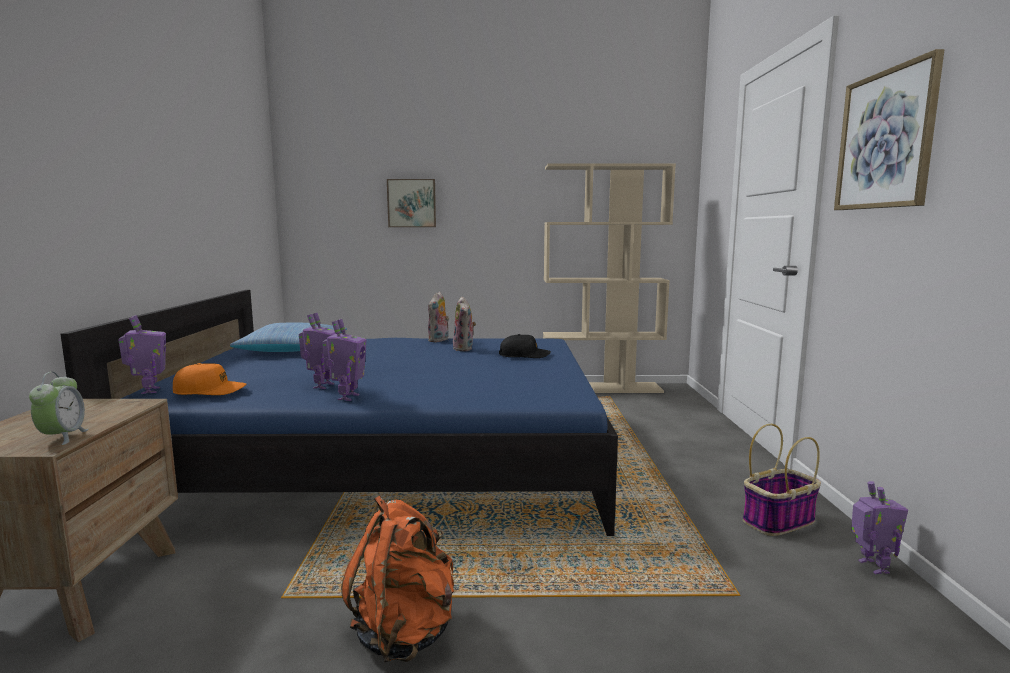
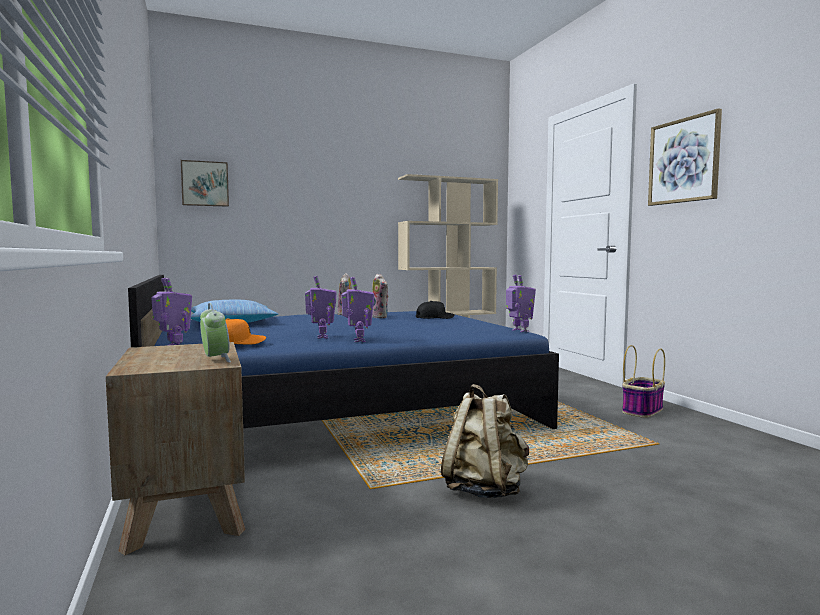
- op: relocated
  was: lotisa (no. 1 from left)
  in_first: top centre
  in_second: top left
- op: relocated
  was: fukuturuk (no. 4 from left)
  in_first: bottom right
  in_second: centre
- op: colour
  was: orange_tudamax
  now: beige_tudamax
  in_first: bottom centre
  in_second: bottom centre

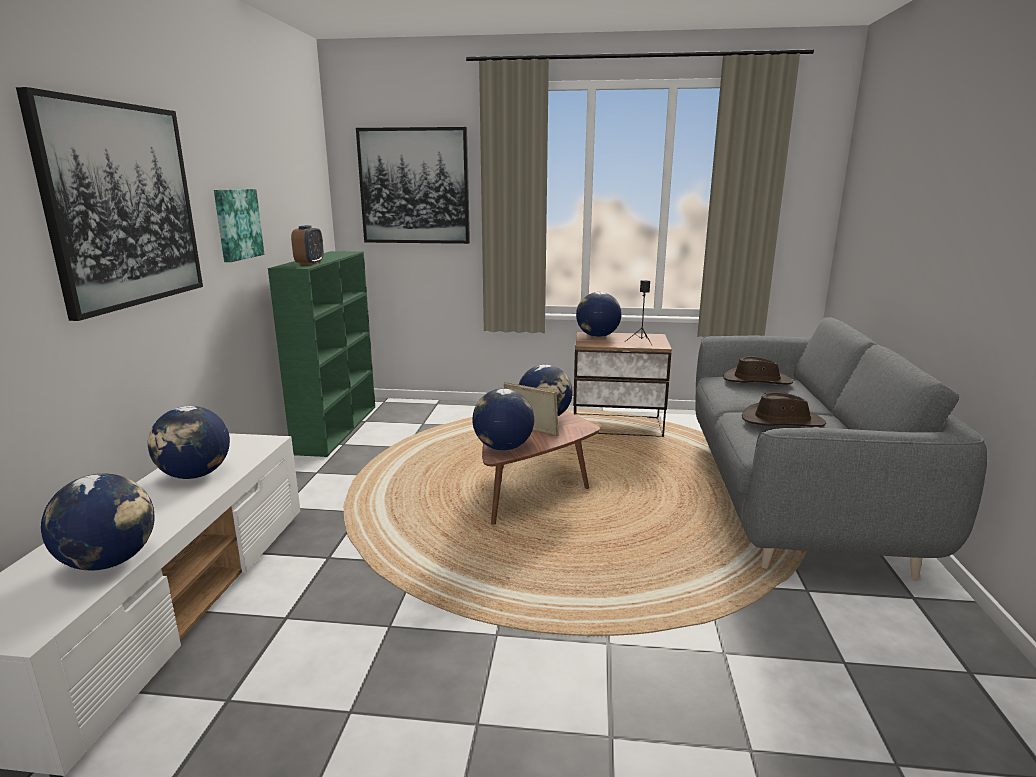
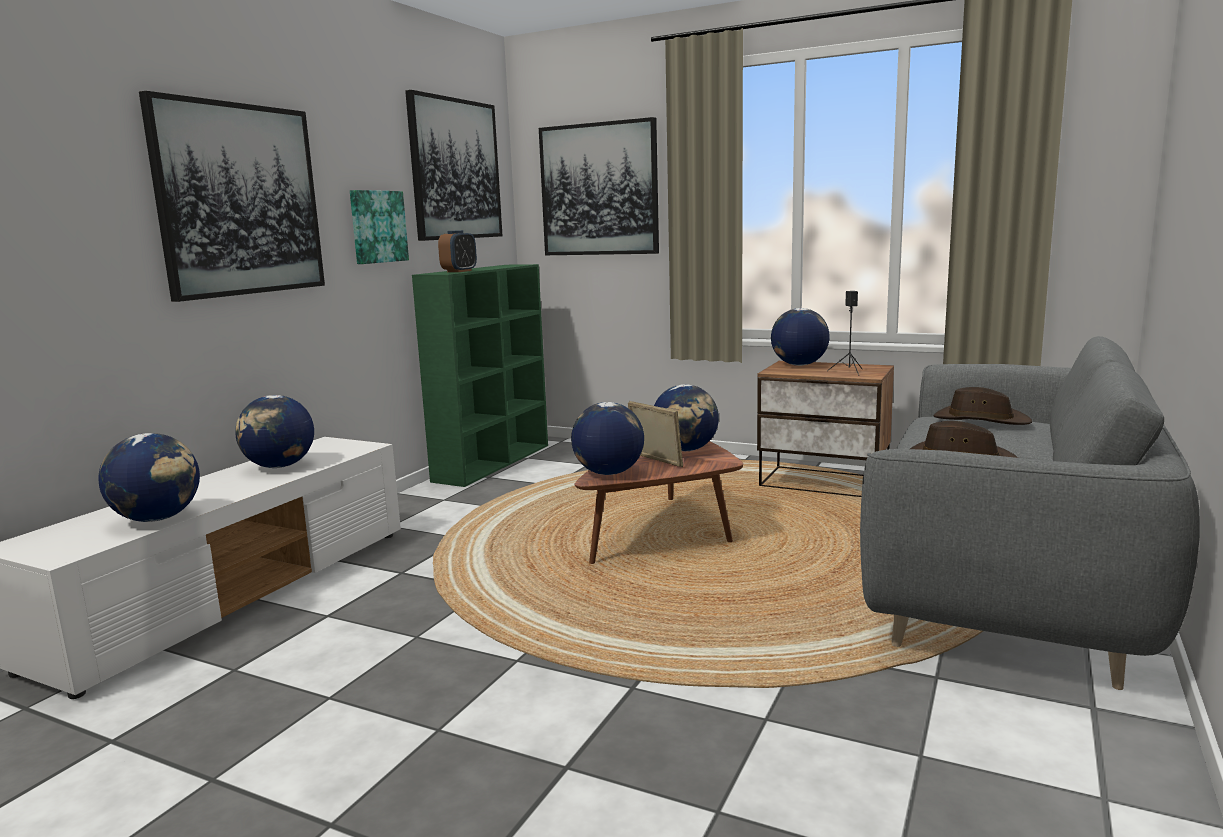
- op: appeared
  now: lotisa (no. 3 from left)
  in_second: top centre

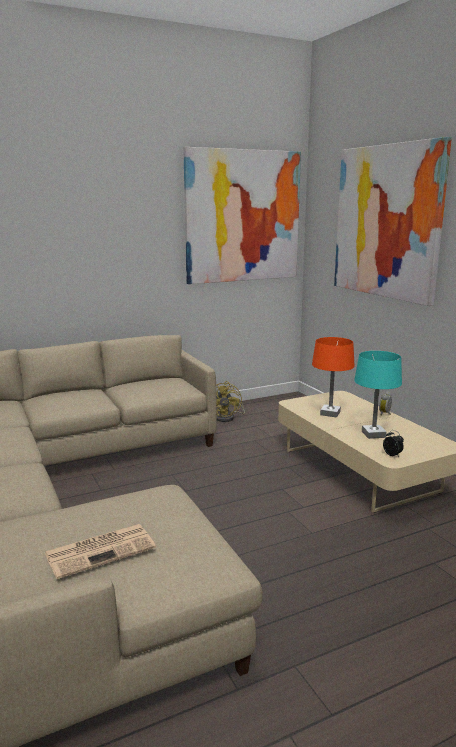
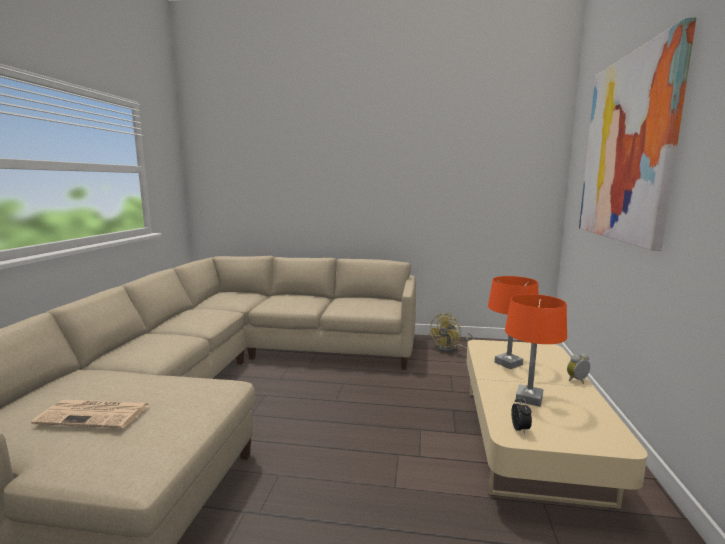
- op: missing
  was: lotisa (no. 1 from left)
  in_first: top centre
- op: colour
  was: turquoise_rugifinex
  now: orange_rugifinex (no. 2 from left)
  in_first: middle right
  in_second: middle right

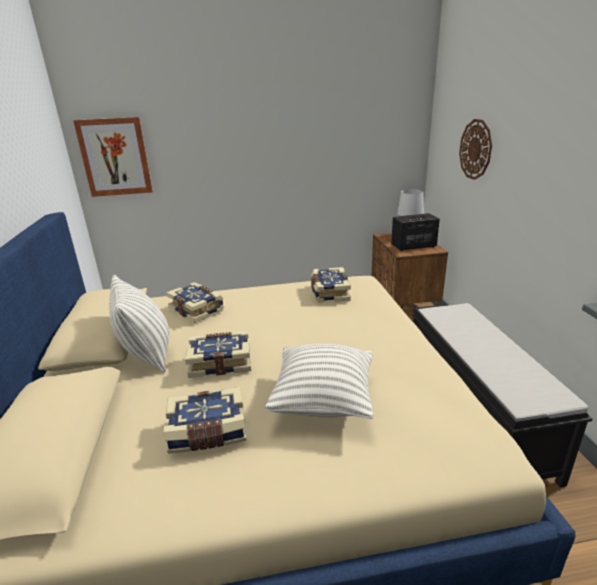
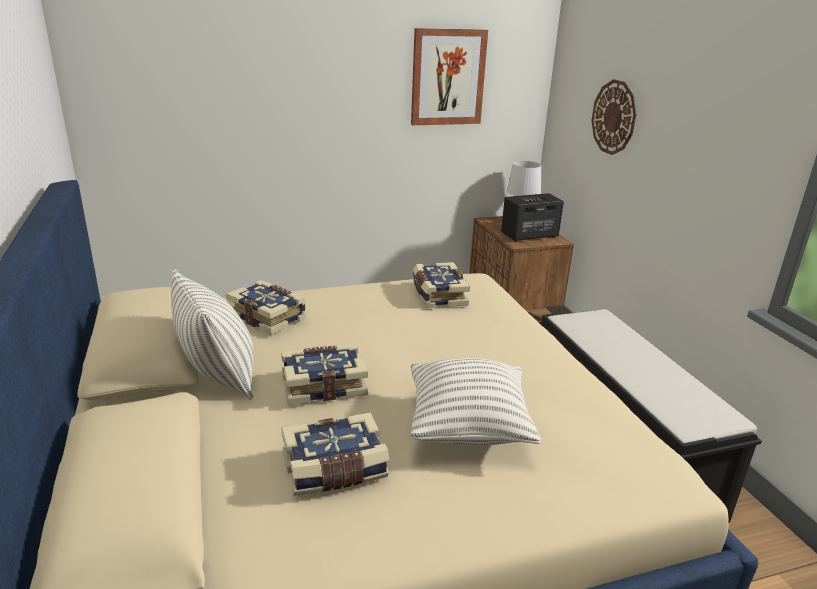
- op: relocated
  was: lotisa
  in_first: top left
  in_second: top centre

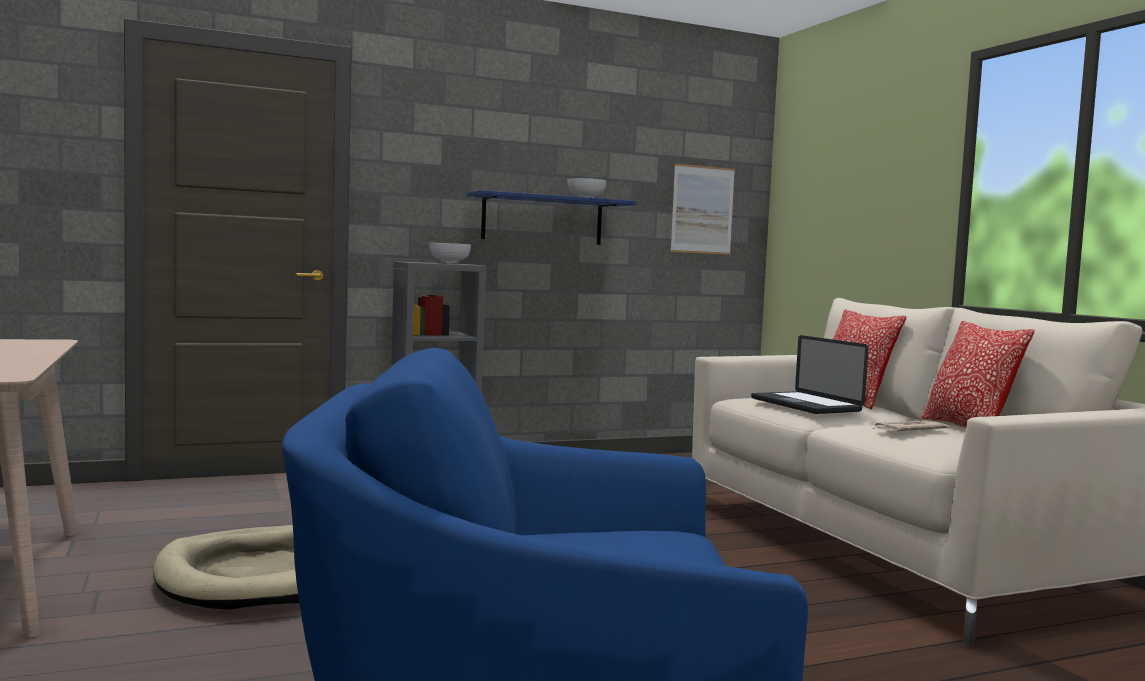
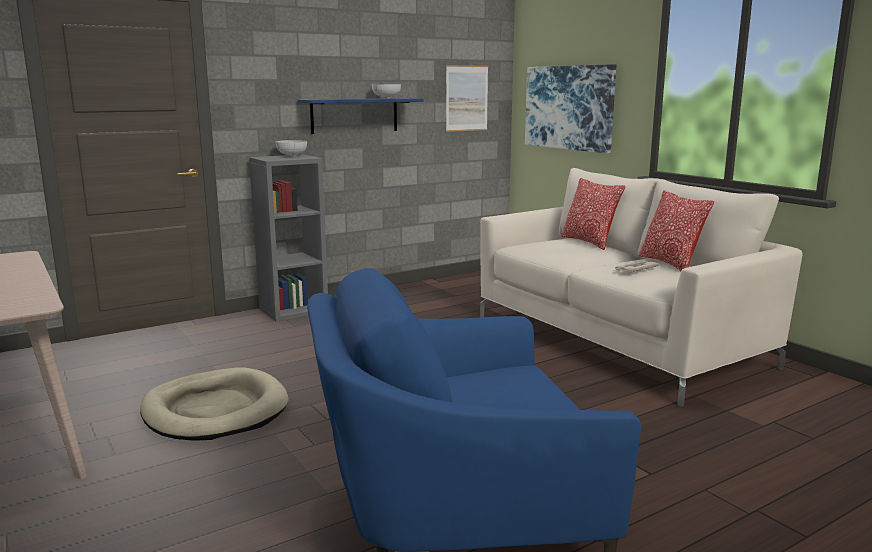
- op: missing
  was: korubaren
  in_first: middle right
- op: appeared
  now: lotisa (no. 2 from left)
  in_second: top centre

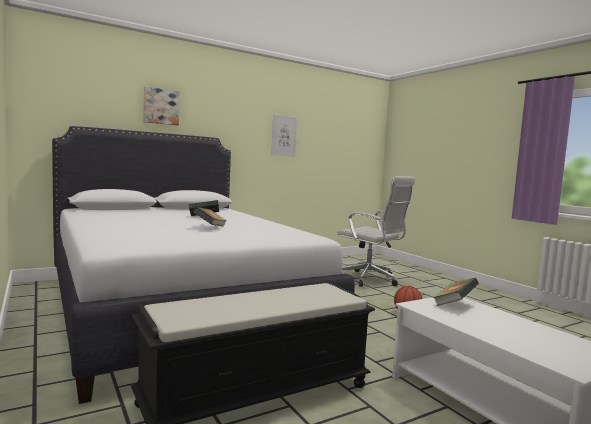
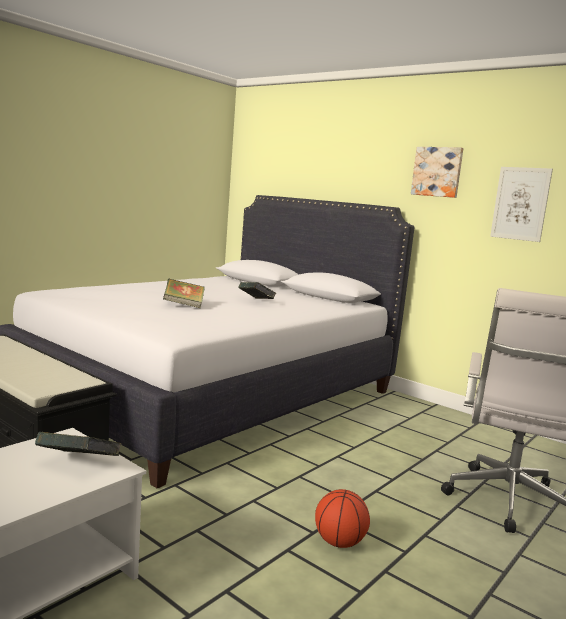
- op: relocated
  was: lotisa (no. 1 from left)
  in_first: top left
  in_second: top right

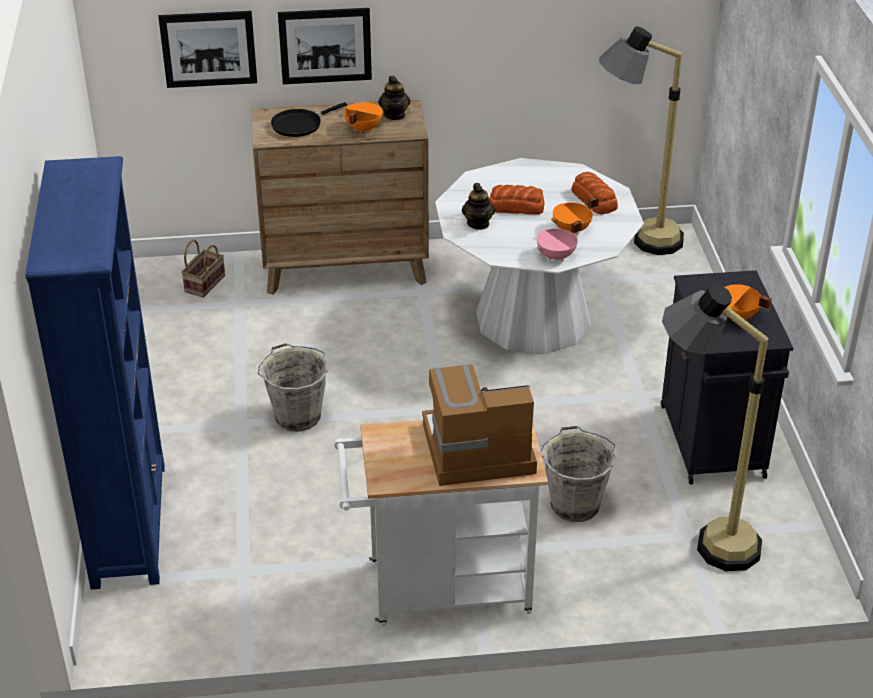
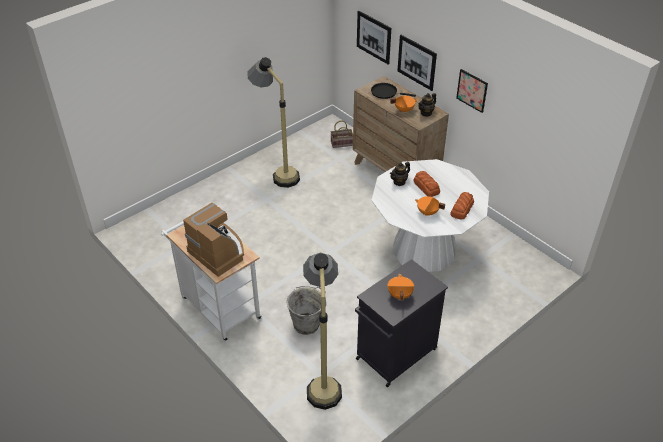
- op: missing
  was: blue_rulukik
  in_first: middle left
- op: missing
  was: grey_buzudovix (no. 1 from left)
  in_first: centre
- op: missing
  was: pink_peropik
  in_first: centre
- op: appeared
  now: lotisa (no. 3 from left)
  in_second: top right
- op: relocated
  was: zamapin (no. 1 from left)
  in_first: top right
  in_second: top centre

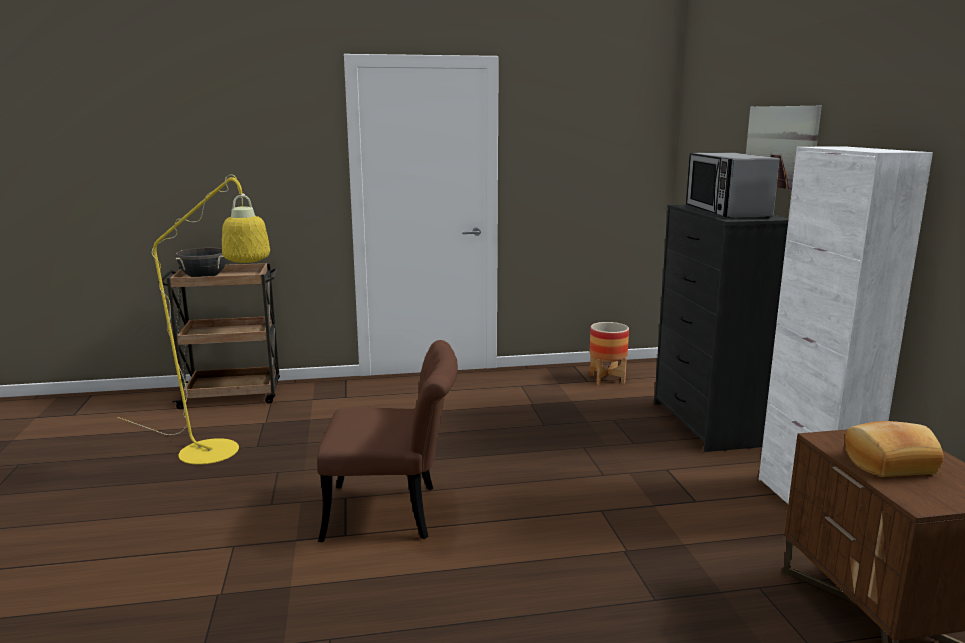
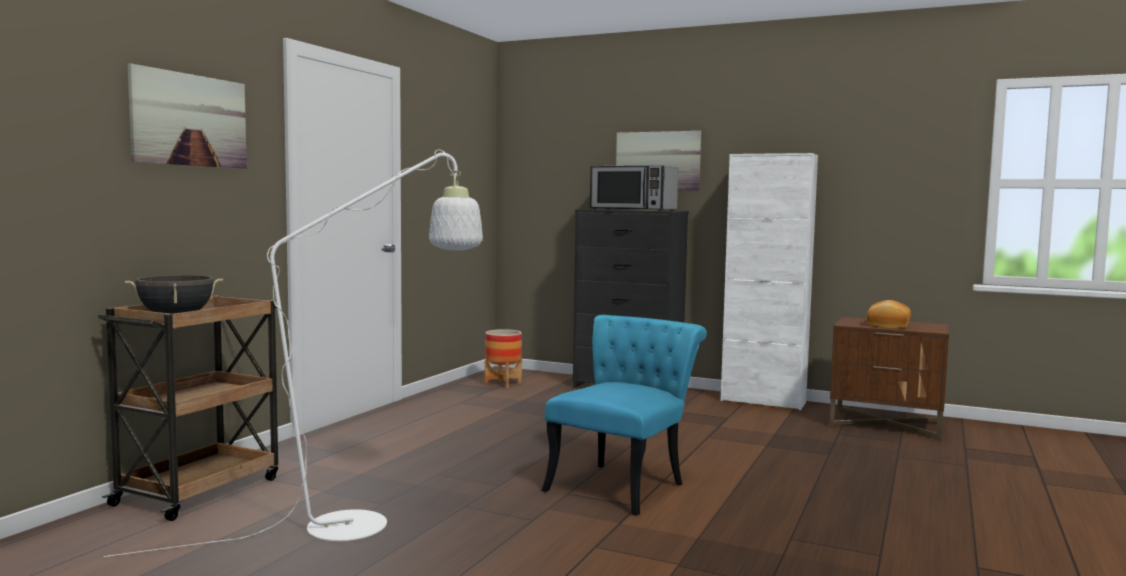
- op: appeared
  now: lotisa (no. 1 from left)
  in_second: top left
- op: colour
  was: yellow_zamapin
  now: white_zamapin
  in_first: middle left
  in_second: middle left
- op: colour
  was: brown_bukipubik
  now: turquoise_bukipubik
  in_first: bottom centre
  in_second: bottom centre

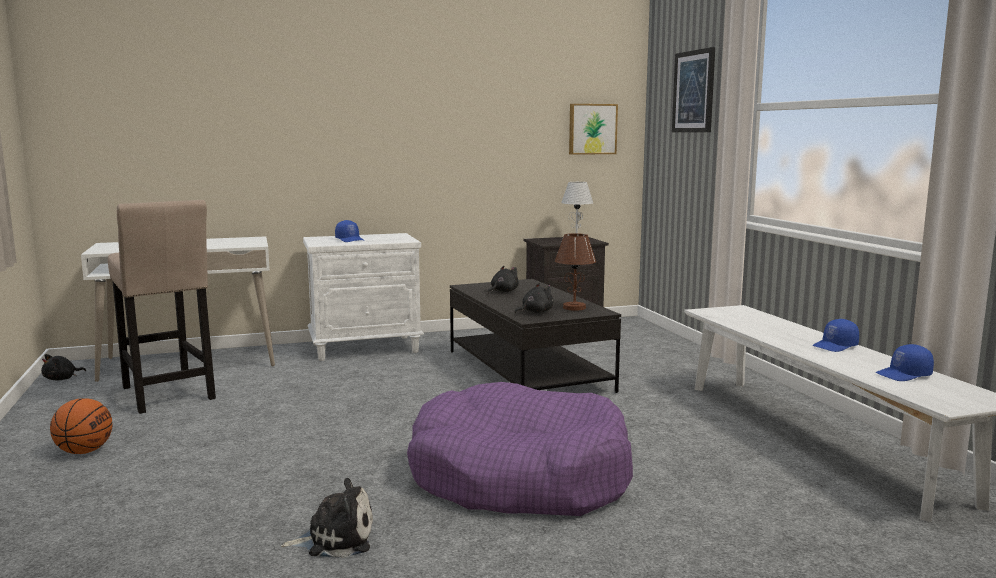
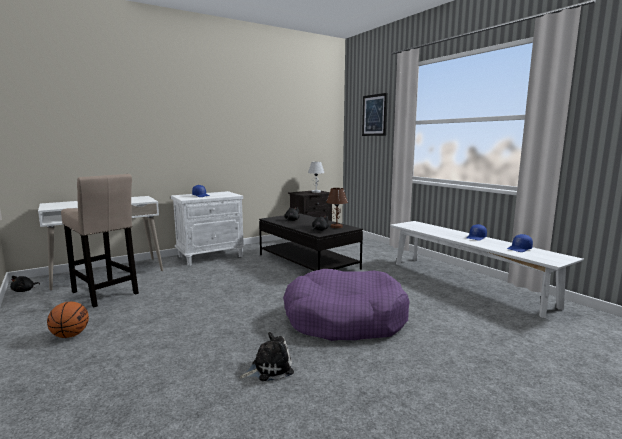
- op: missing
  was: lotisa (no. 1 from left)
  in_first: top centre

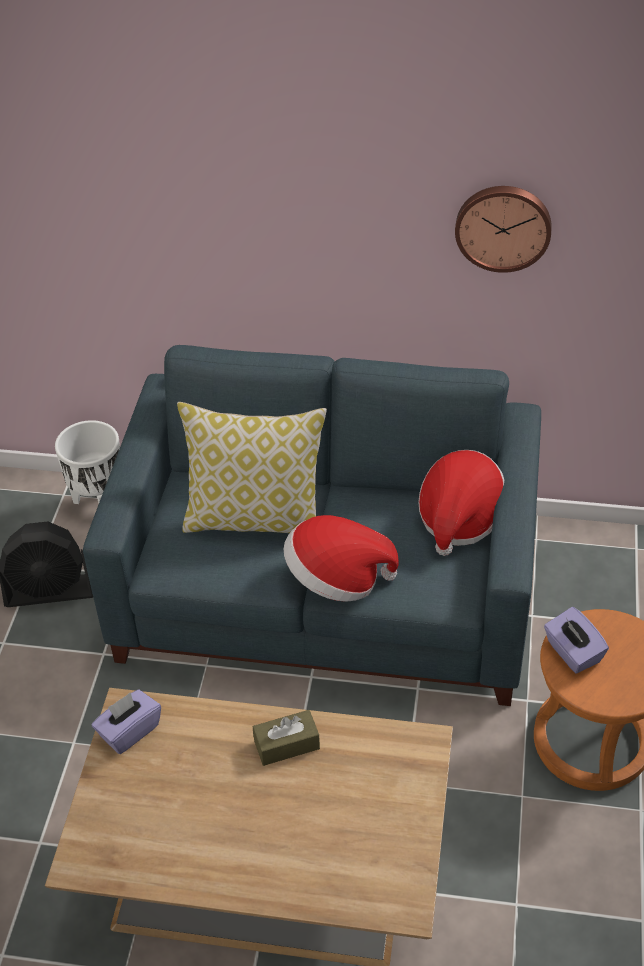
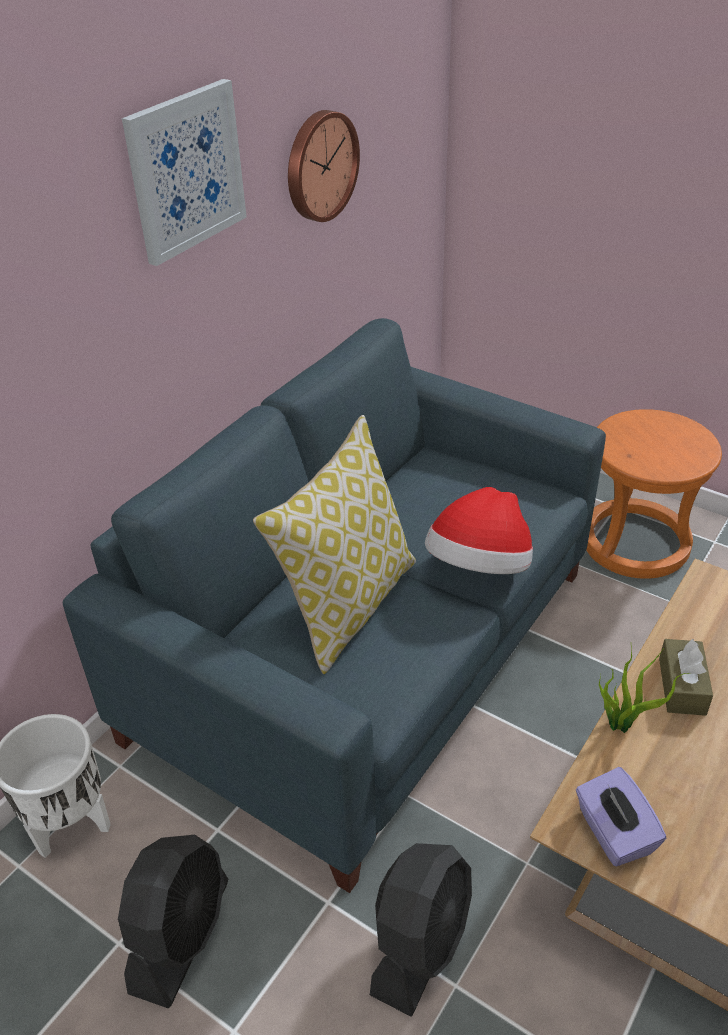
- op: missing
  was: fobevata (no. 2 from left)
  in_first: middle right
- op: missing
  was: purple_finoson (no. 2 from left)
  in_first: middle right
- op: appeared
  now: lotisa
  in_second: top left
- op: appeared
  now: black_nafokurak (no. 2 from left)
  in_second: bottom centre
- op: appeared
  now: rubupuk
  in_second: bottom right

